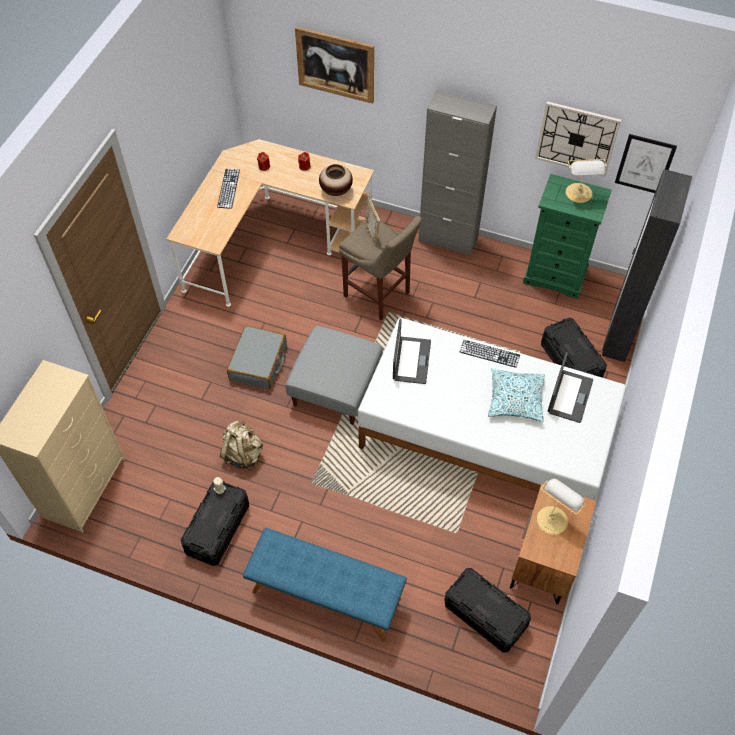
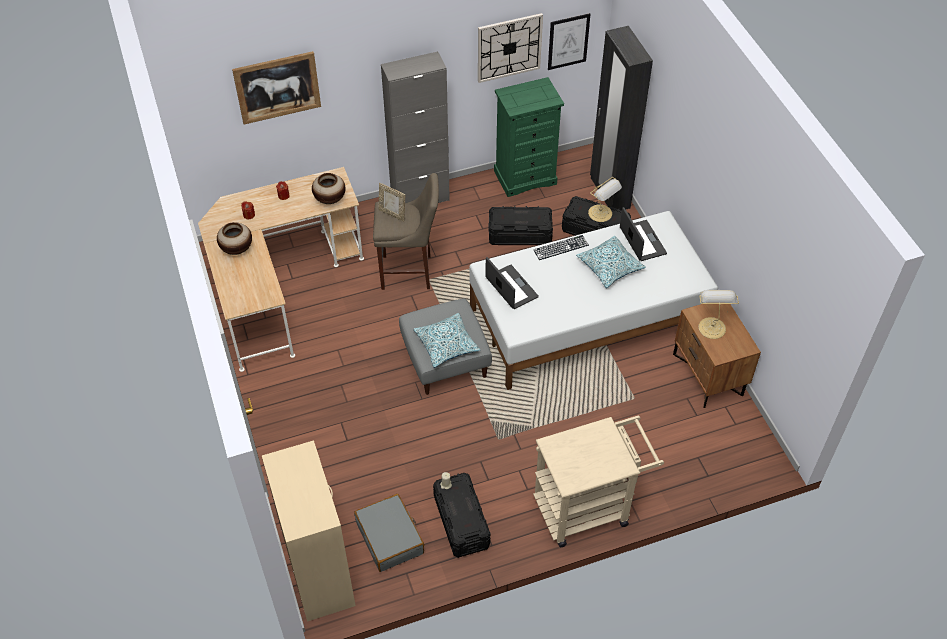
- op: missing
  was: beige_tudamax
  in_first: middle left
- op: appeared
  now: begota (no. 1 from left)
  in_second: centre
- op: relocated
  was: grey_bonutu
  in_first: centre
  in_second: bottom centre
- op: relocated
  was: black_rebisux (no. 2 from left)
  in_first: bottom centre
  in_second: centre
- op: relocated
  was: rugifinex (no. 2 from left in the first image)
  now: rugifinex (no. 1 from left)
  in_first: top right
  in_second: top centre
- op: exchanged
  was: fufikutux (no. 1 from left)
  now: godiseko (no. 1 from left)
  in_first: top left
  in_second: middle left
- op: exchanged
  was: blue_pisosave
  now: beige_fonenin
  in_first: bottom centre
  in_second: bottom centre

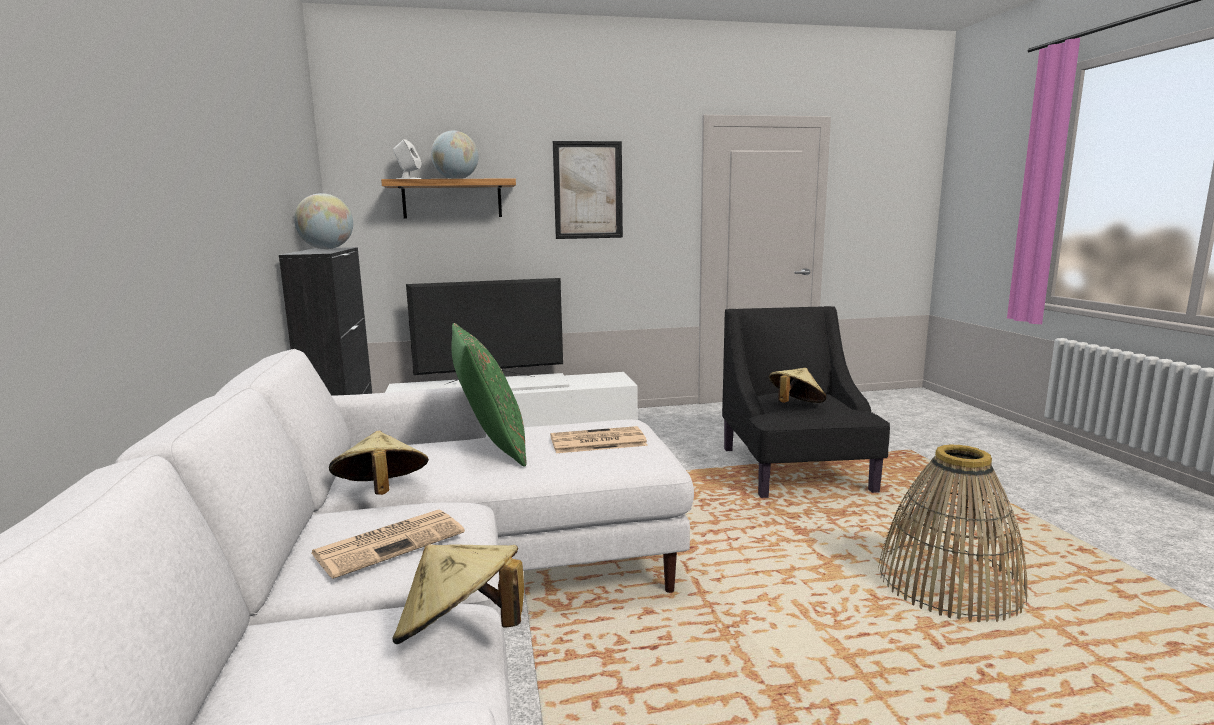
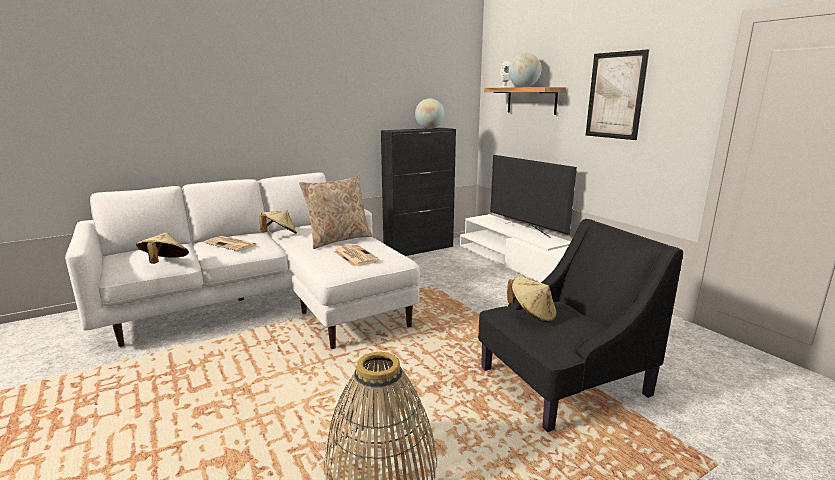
- op: colour
  was: green_begota
  now: beige_begota
  in_first: centre
  in_second: centre

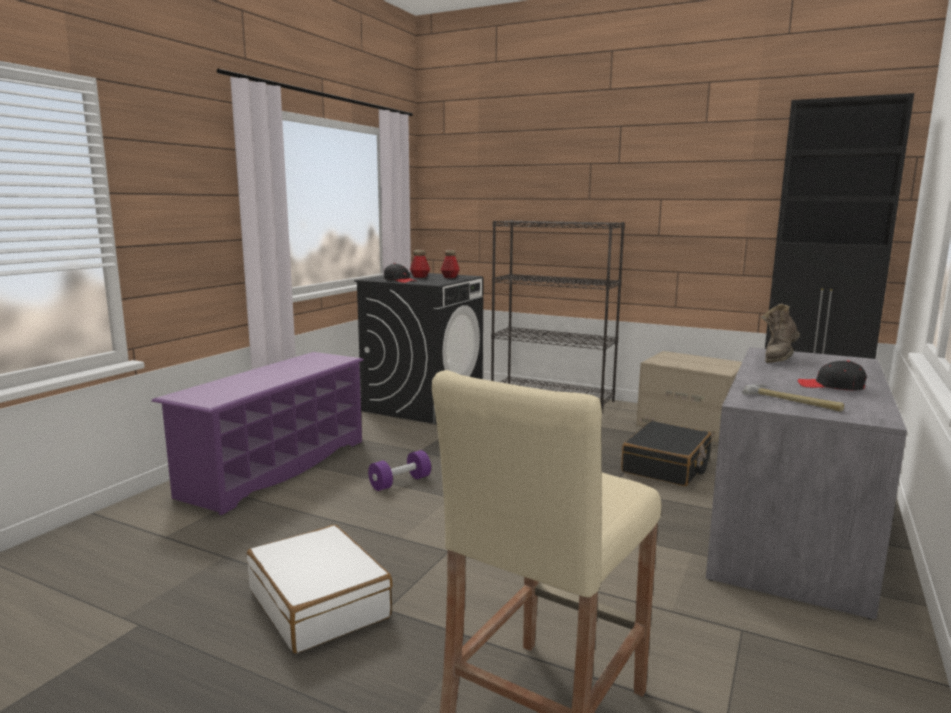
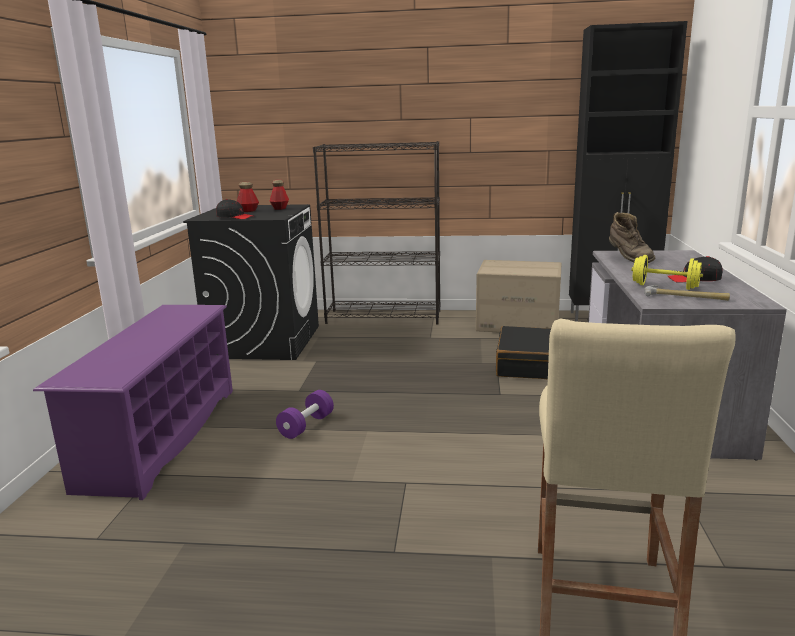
- op: missing
  was: white_bonutu
  in_first: bottom centre
- op: appeared
  now: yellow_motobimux
  in_second: middle right
- op: spun
  was: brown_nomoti
  in_first: middle right
  in_second: middle right
  clockwise: -45

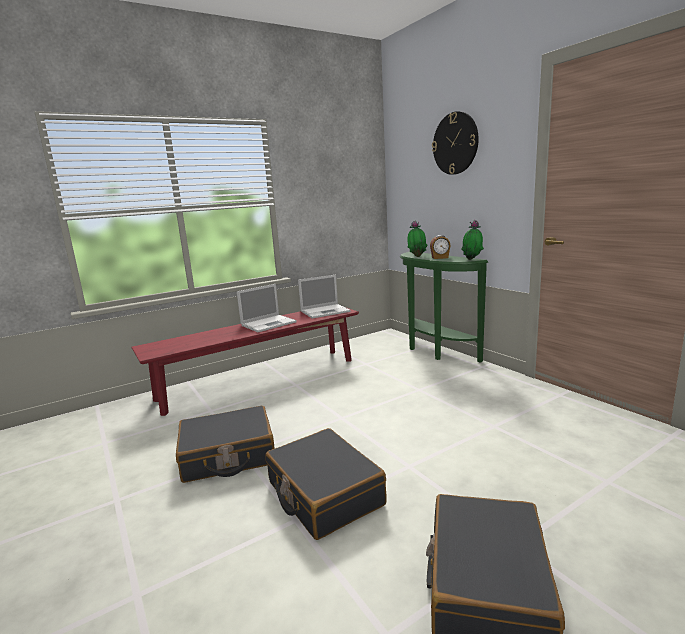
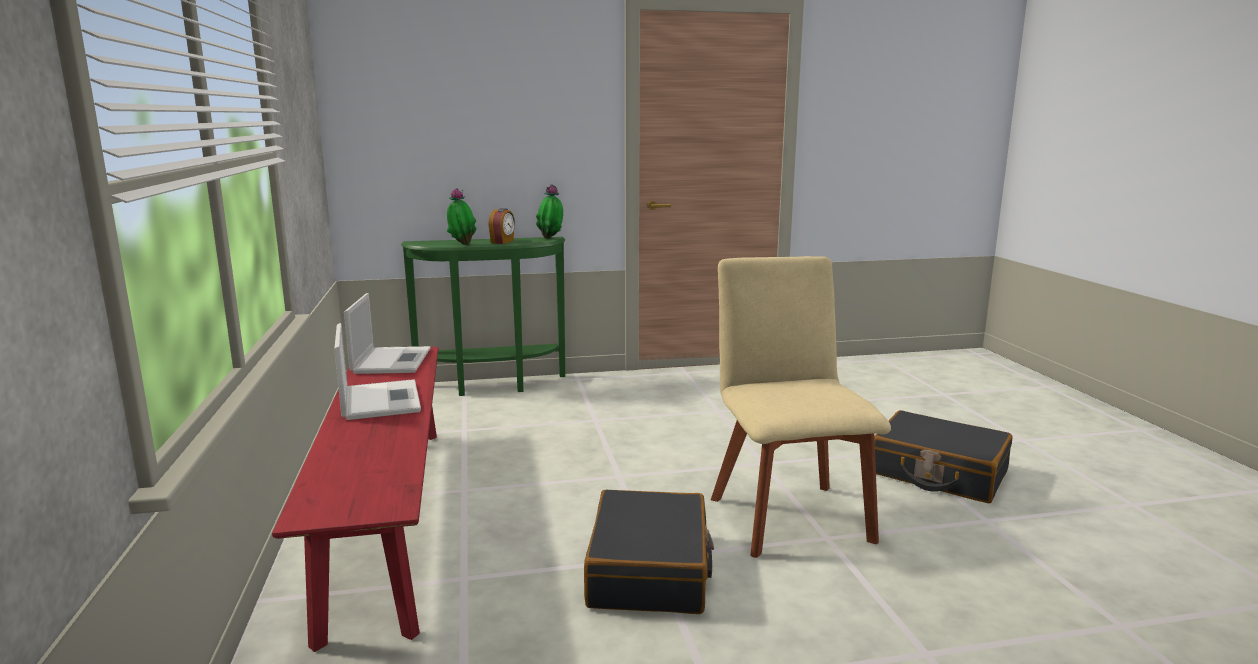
- op: missing
  was: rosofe
  in_first: top centre
- op: exchanged
  was: black_bonutu (no. 2 from left)
  now: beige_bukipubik
  in_first: bottom centre
  in_second: centre

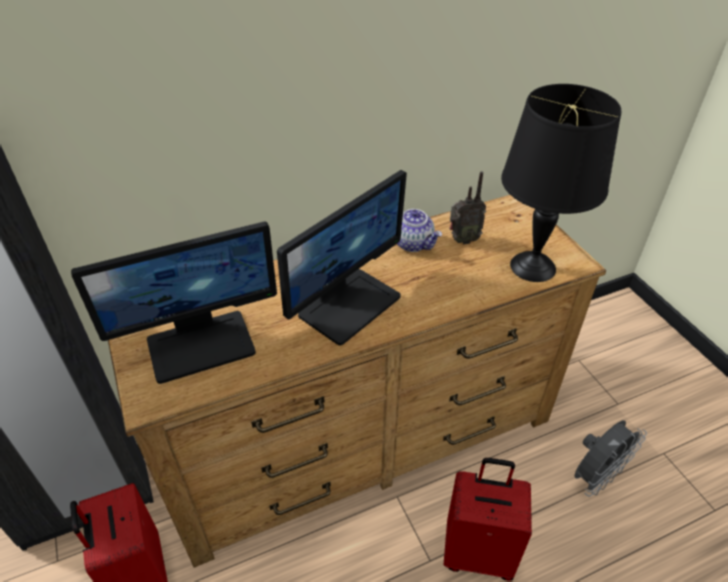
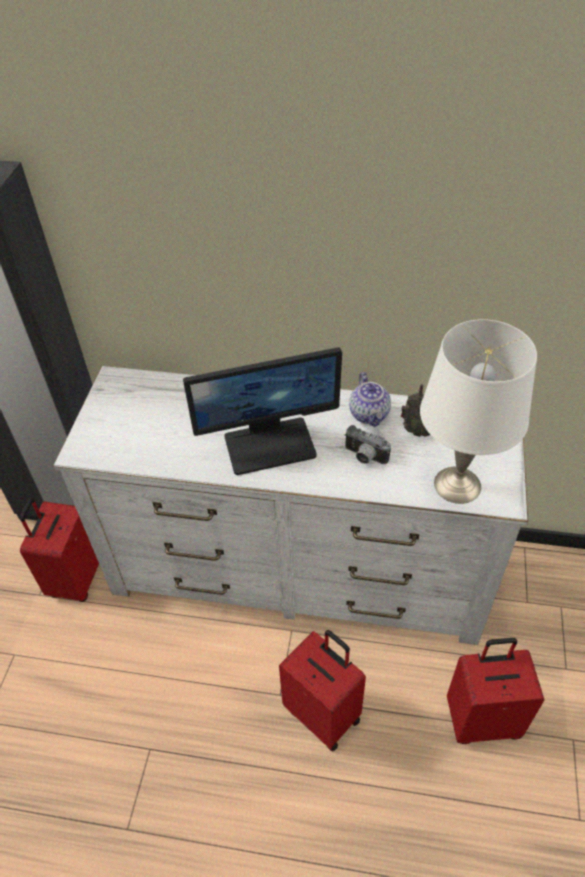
- op: missing
  was: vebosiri (no. 1 from left)
  in_first: middle left
- op: appeared
  now: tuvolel
  in_second: centre
- op: exchanged
  was: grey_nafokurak
  now: red_bonutu (no. 3 from left)
  in_first: bottom right
  in_second: bottom right
- op: colour
  was: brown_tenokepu
  now: white_tenokepu
  in_first: centre
  in_second: centre
- op: colour
  was: black_rugifinex
  now: white_rugifinex
  in_first: top right
  in_second: middle right

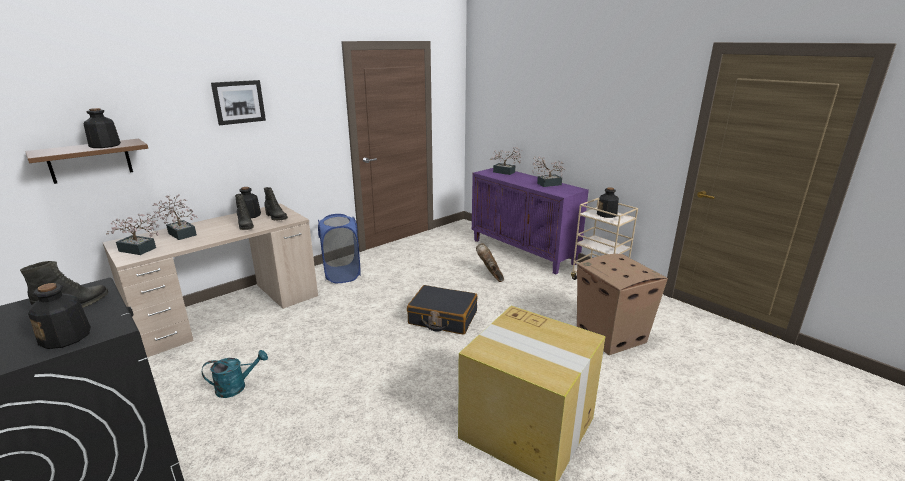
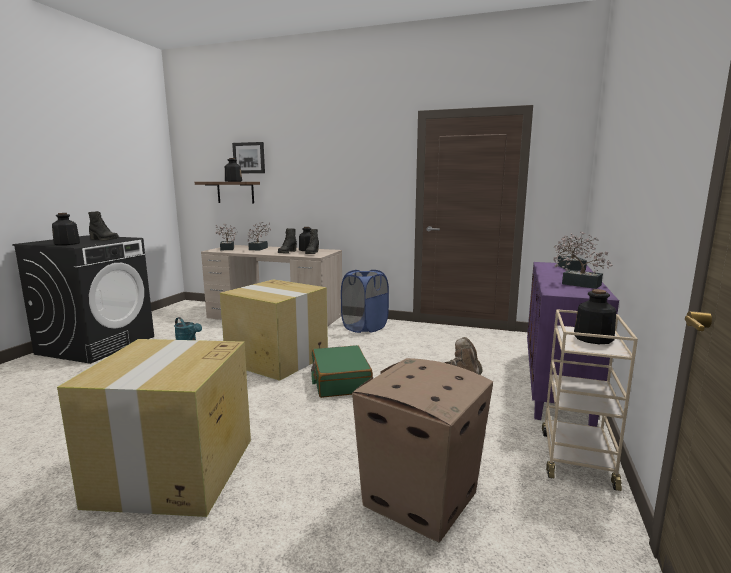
- op: appeared
  now: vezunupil (no. 2 from left)
  in_second: centre
- op: relocated
  was: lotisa
  in_first: top left
  in_second: top centre
- op: colour
  was: black_bonutu
  now: green_bonutu
  in_first: centre
  in_second: centre

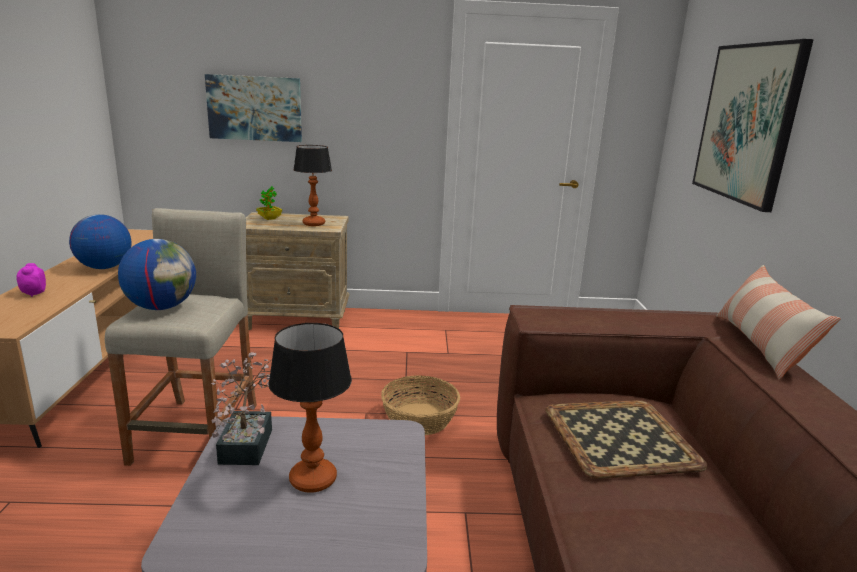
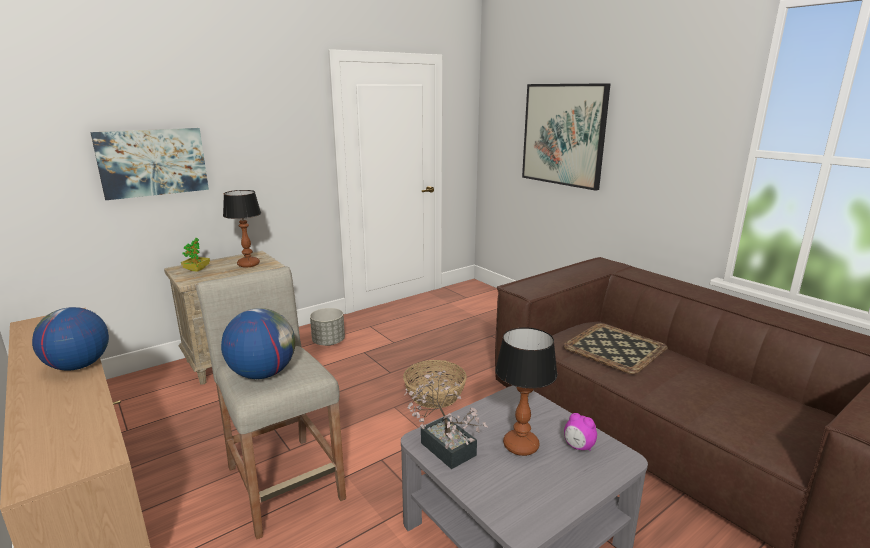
- op: missing
  was: begota
  in_first: middle right
- op: appeared
  now: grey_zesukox
  in_second: centre
- op: relocated
  was: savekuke
  in_first: middle left
  in_second: bottom right

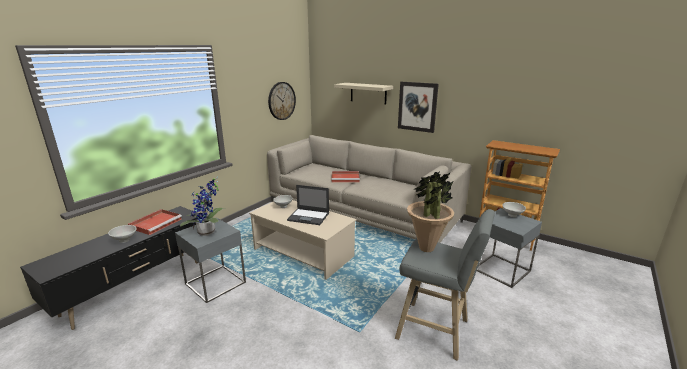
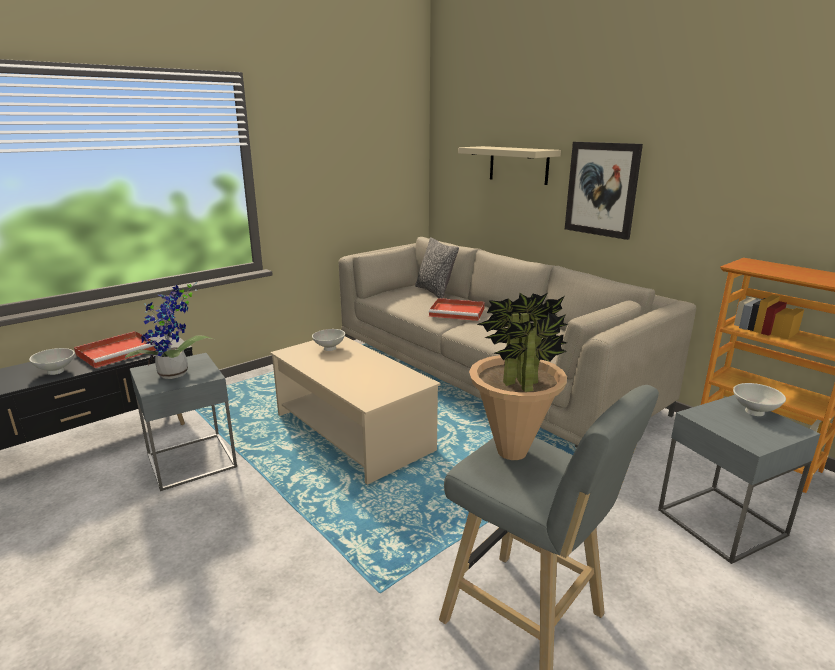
- op: missing
  was: rosofe
  in_first: top centre
- op: missing
  was: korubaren
  in_first: centre
- op: appeared
  now: begota
  in_second: centre

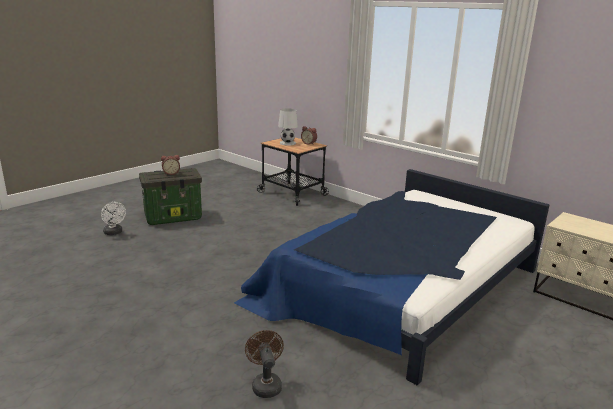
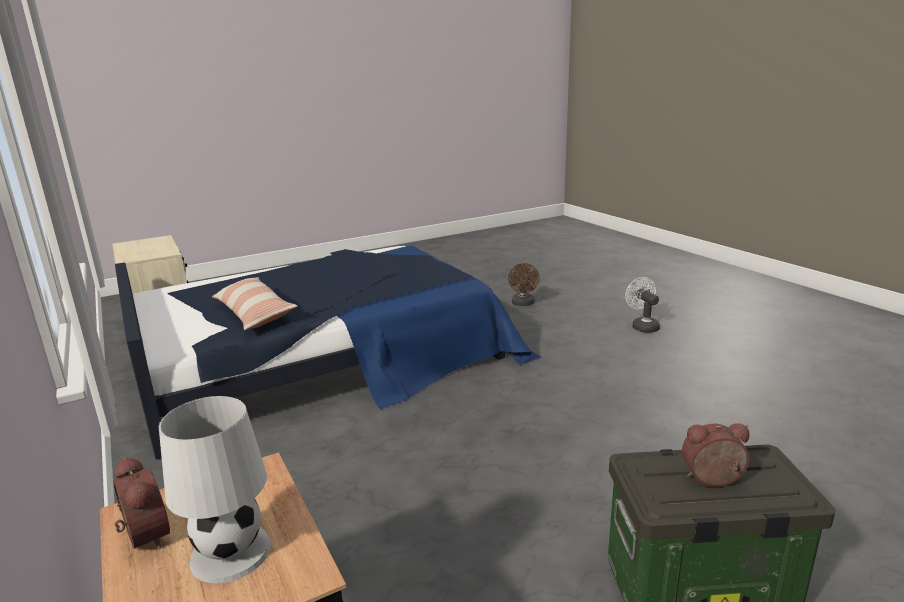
- op: appeared
  now: begota
  in_second: middle left
- op: relocated
  was: white_nafokurak
  in_first: middle left
  in_second: middle right

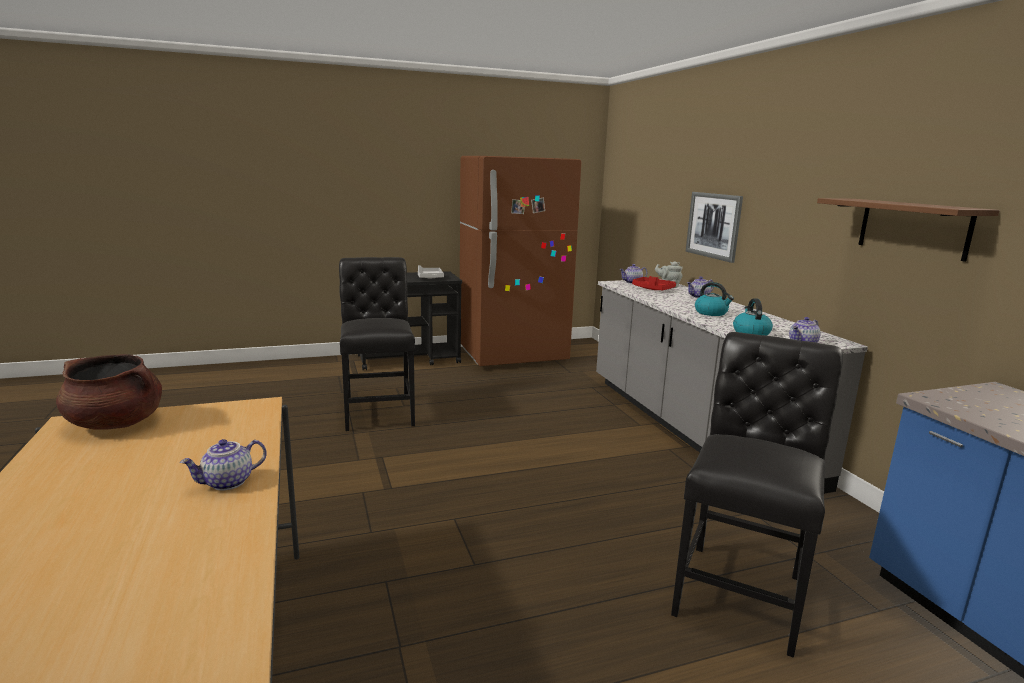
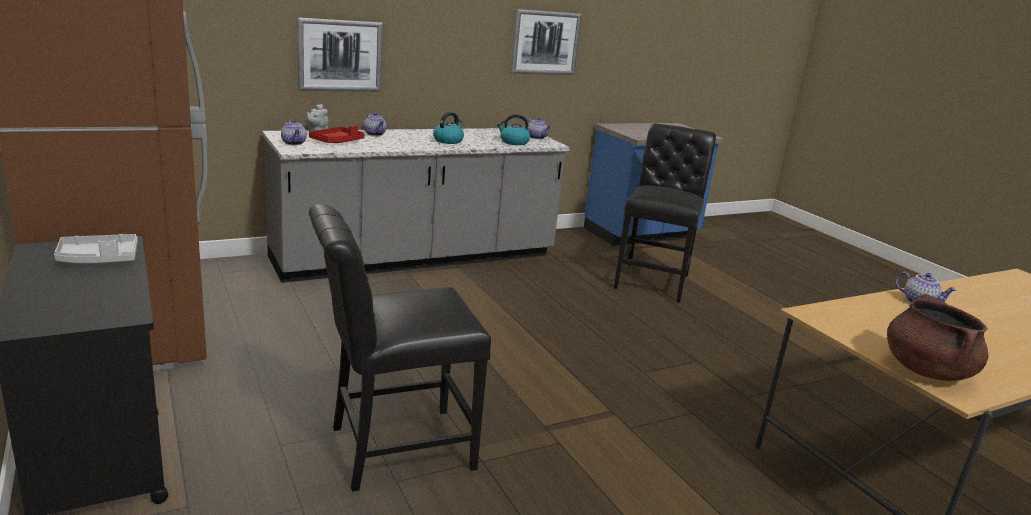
- op: exchanged
  was: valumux
  now: lotisa (no. 2 from left)
  in_first: middle right
  in_second: top centre
- op: spun
  was: black_bukipubik (no. 2 from left)
  in_first: bottom right
  in_second: centre
  clockwise: 90

